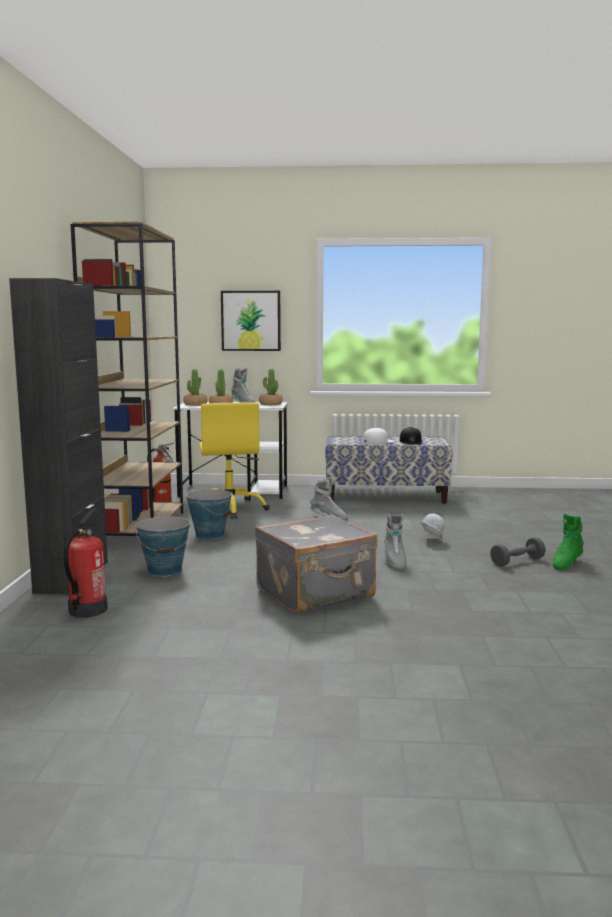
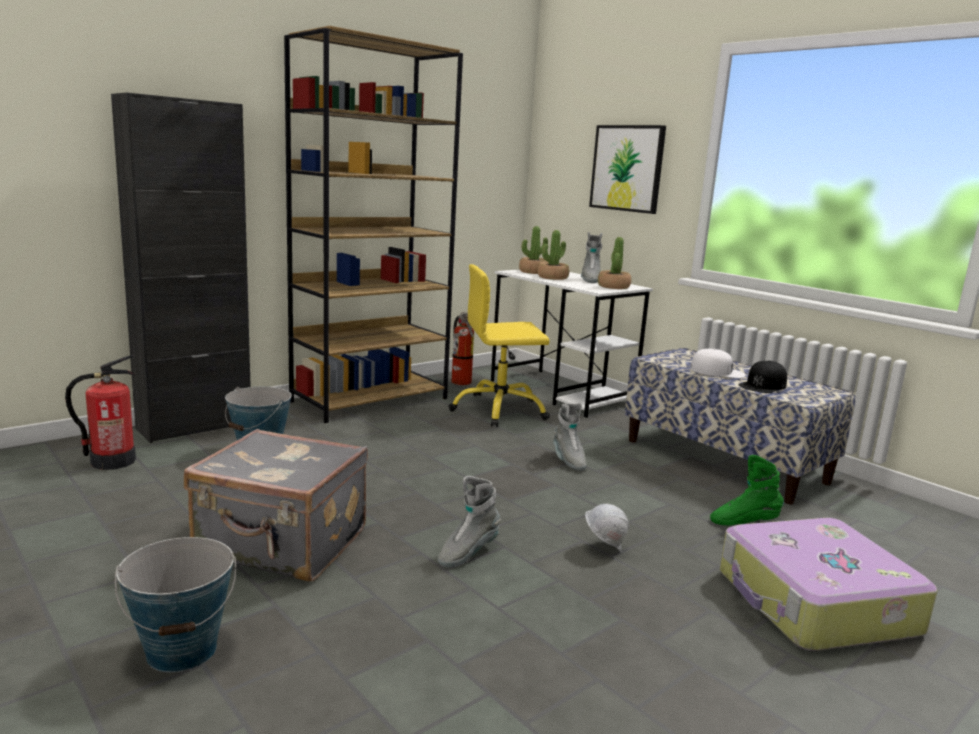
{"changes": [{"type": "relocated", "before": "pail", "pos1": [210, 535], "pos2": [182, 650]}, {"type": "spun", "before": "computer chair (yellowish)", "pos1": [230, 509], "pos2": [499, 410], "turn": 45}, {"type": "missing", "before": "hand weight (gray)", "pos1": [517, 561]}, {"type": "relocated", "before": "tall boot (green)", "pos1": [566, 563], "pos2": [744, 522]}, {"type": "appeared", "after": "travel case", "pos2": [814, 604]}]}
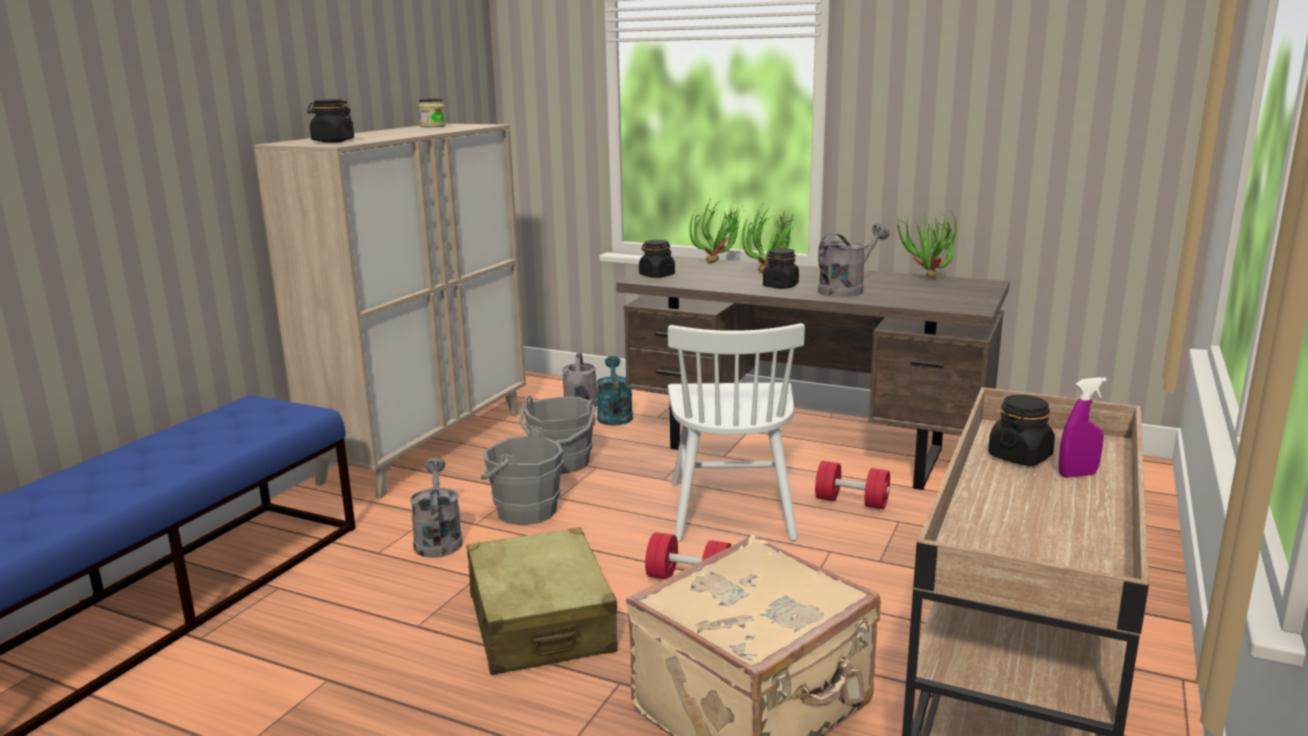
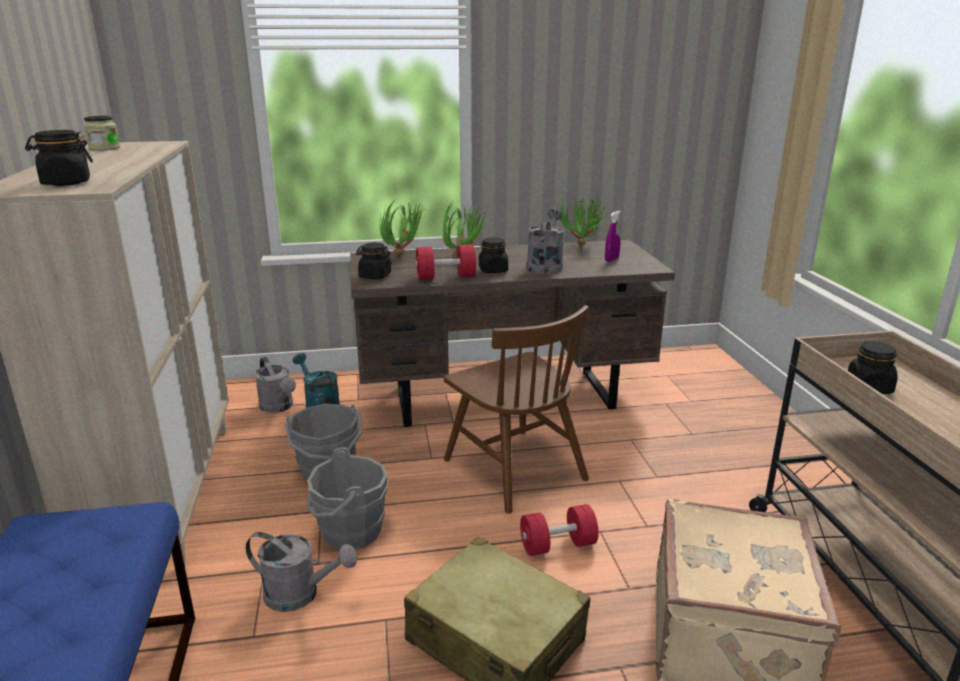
{"changes": [{"type": "spun", "before": "watering pot (gray)", "pos1": [438, 539], "pos2": [300, 595], "turn": 150}, {"type": "colour", "before": "plain chair (white)", "after": "plain chair (brown)", "pos1": [731, 510], "pos2": [514, 469]}, {"type": "relocated", "before": "hand weight (red)", "pos1": [851, 502], "pos2": [446, 277]}, {"type": "relocated", "before": "hand sprayer (purple-coloured)", "pos1": [1077, 474], "pos2": [611, 260]}]}
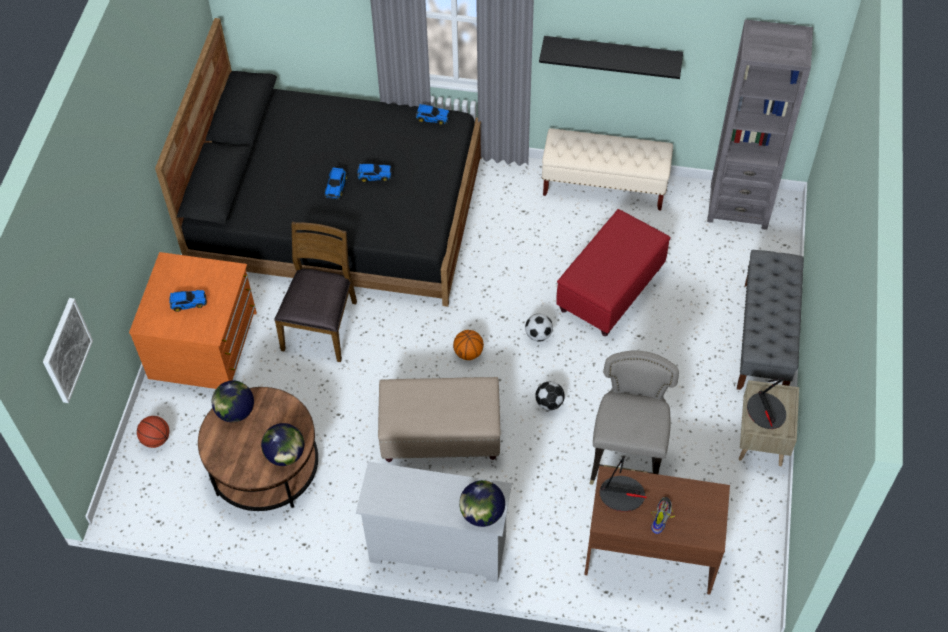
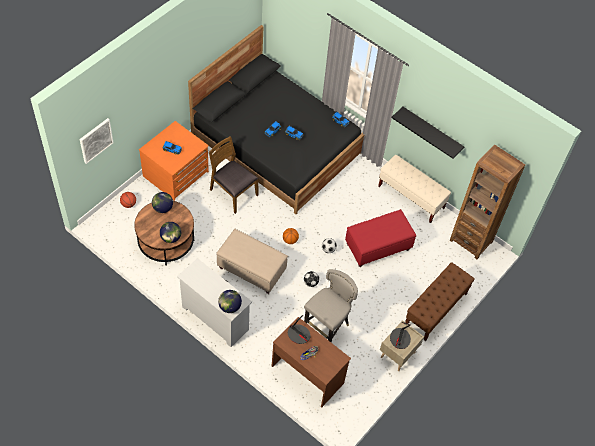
{"changes": [{"type": "spun", "before": "plain chair (brown)", "pos1": [321, 325], "pos2": [233, 192], "turn": -90}, {"type": "colour", "before": "shelving unit (gray)", "after": "shelving unit (brown)", "pos1": [738, 206], "pos2": [471, 241]}, {"type": "colour", "before": "long seat (gray)", "after": "long seat (brown)", "pos1": [764, 338], "pos2": [435, 309]}]}
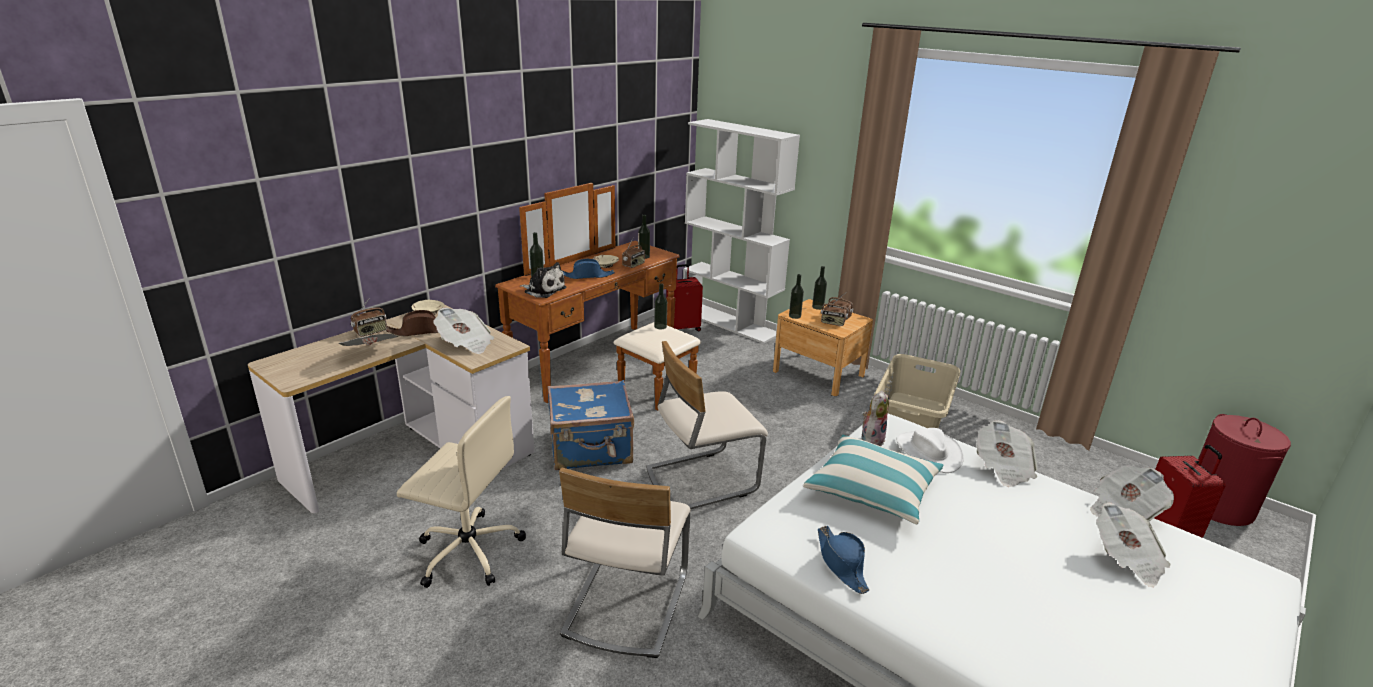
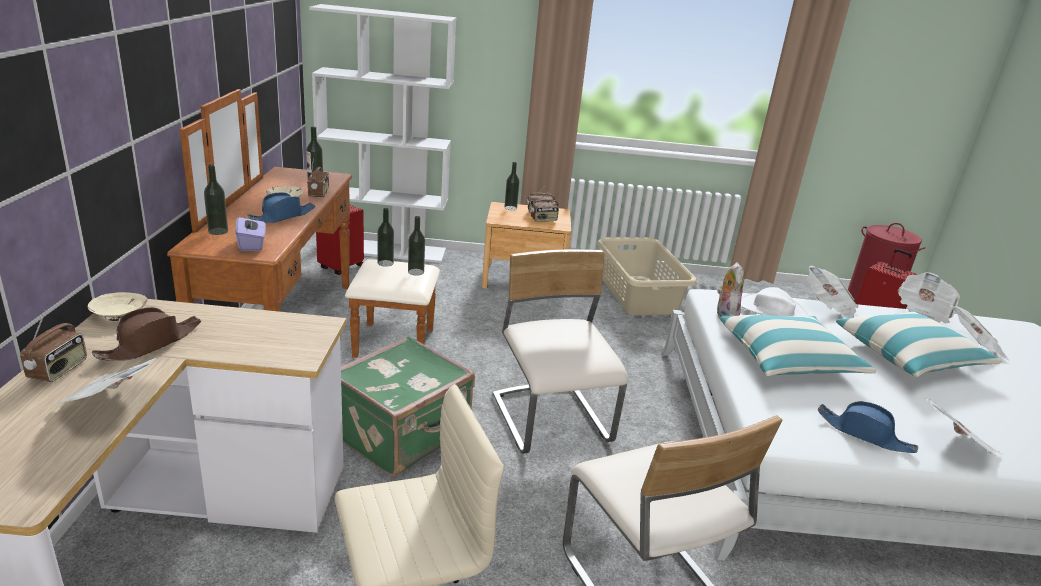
{"changes": [{"type": "relocated", "before": "newspaper", "pos1": [466, 344], "pos2": [956, 445]}, {"type": "exchanged", "before": "plush toy", "after": "box of tissues (purple-coloured)", "pos1": [543, 290], "pos2": [252, 245]}, {"type": "colour", "before": "travel case (bluish)", "after": "travel case (green)", "pos1": [591, 449], "pos2": [403, 435]}, {"type": "spun", "before": "plain chair (beige-coloured)", "pos1": [701, 480], "pos2": [551, 420], "turn": 135}, {"type": "relocated", "before": "bottle", "pos1": [794, 316], "pos2": [416, 272]}, {"type": "appeared", "after": "cushion", "pos2": [908, 356]}]}
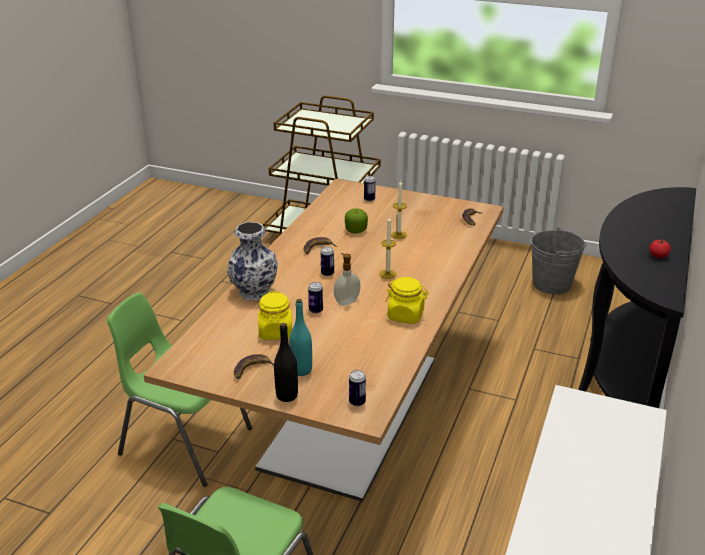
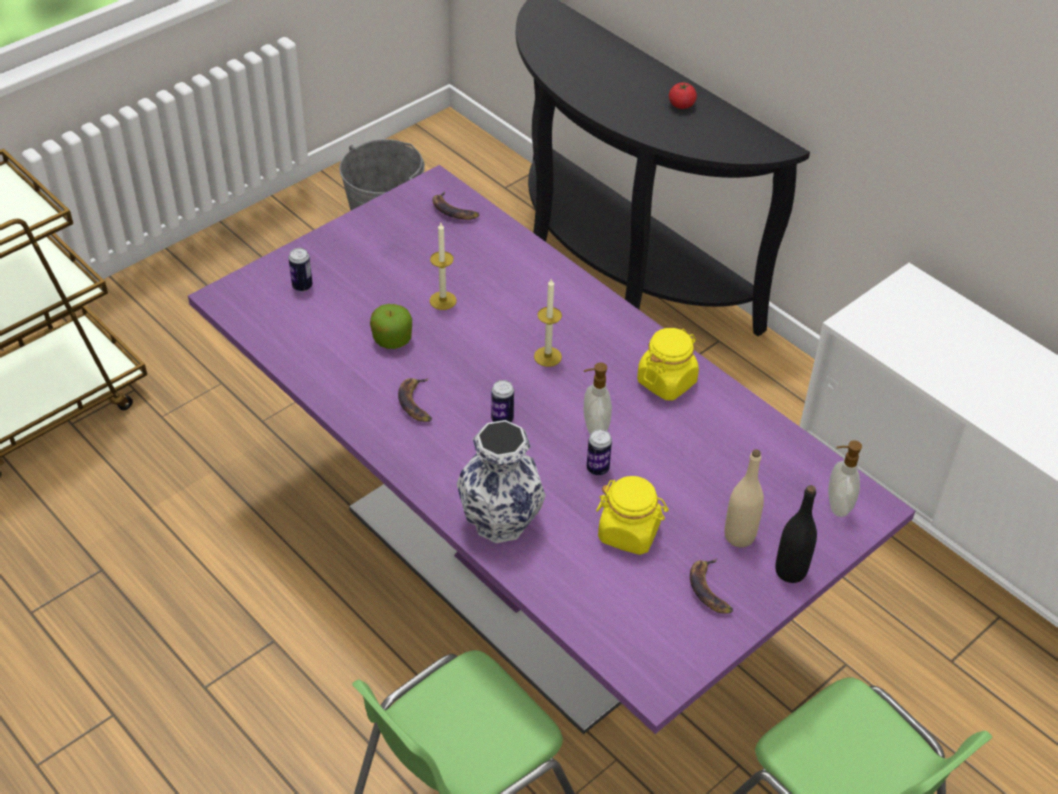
{"changes": [{"type": "colour", "before": "dinner table (beige-coloured)", "after": "dinner table (purple-coloured)", "pos1": [352, 412], "pos2": [523, 571]}, {"type": "colour", "before": "bottle (turquoise-coloured)", "after": "bottle (beige-coloured)", "pos1": [301, 370], "pos2": [739, 536]}, {"type": "exchanged", "before": "metal can", "after": "liquid soap bottle", "pos1": [357, 402], "pos2": [837, 505]}]}
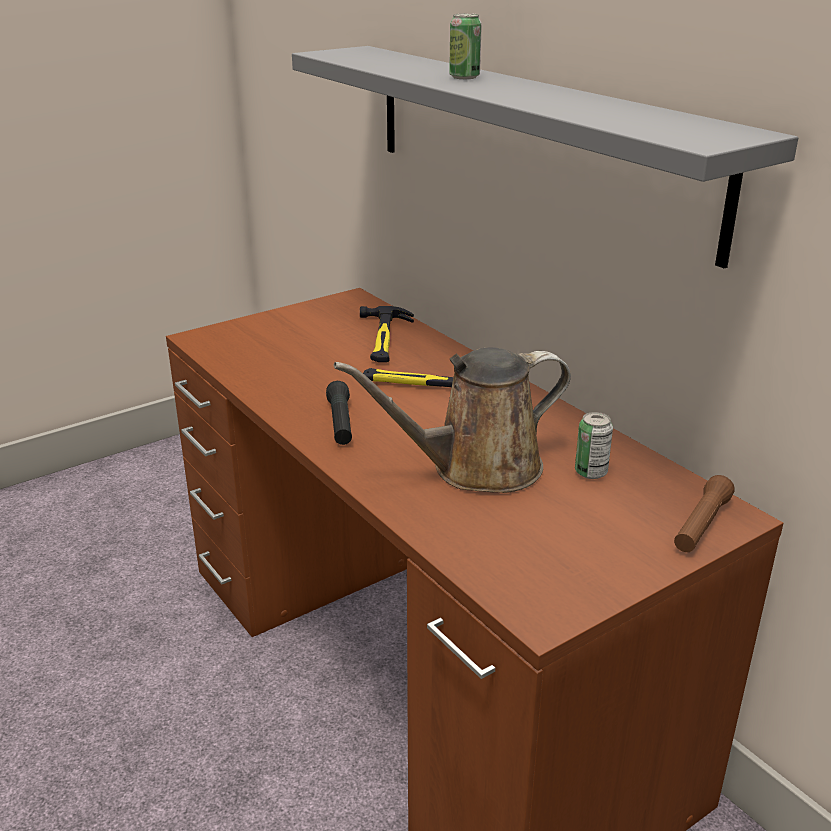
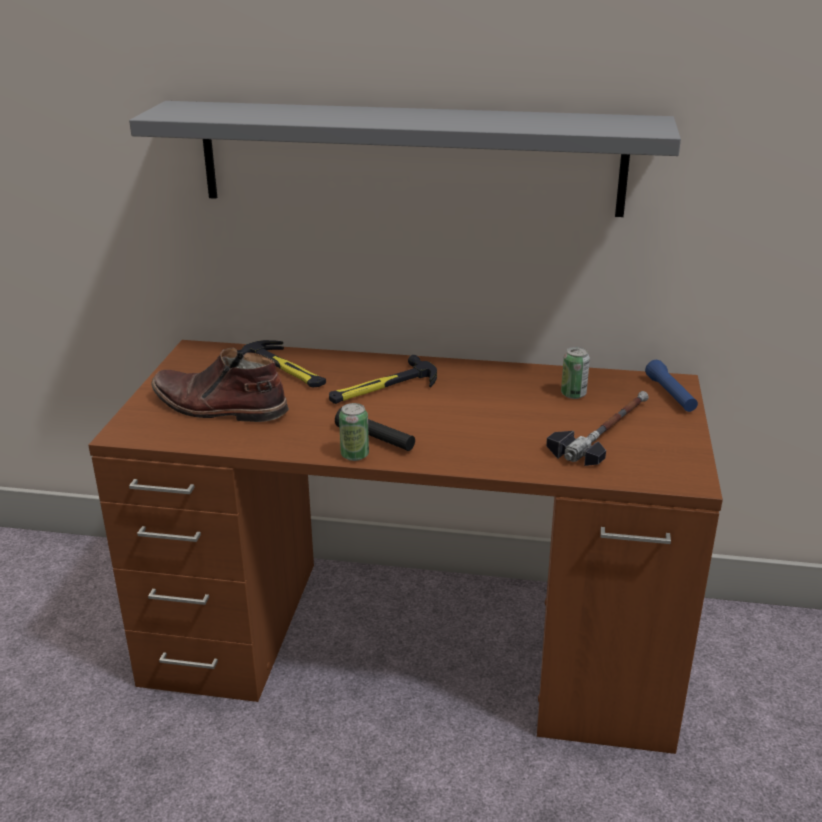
{"changes": [{"type": "missing", "before": "watering pot (brown)", "pos1": [476, 468]}, {"type": "relocated", "before": "metal can", "pos1": [464, 77], "pos2": [354, 455]}, {"type": "colour", "before": "hand torch (brown)", "after": "hand torch (bluish)", "pos1": [701, 525], "pos2": [670, 395]}, {"type": "appeared", "after": "tall boot (brown)", "pos2": [218, 407]}, {"type": "appeared", "after": "hand hammer", "pos2": [605, 432]}]}
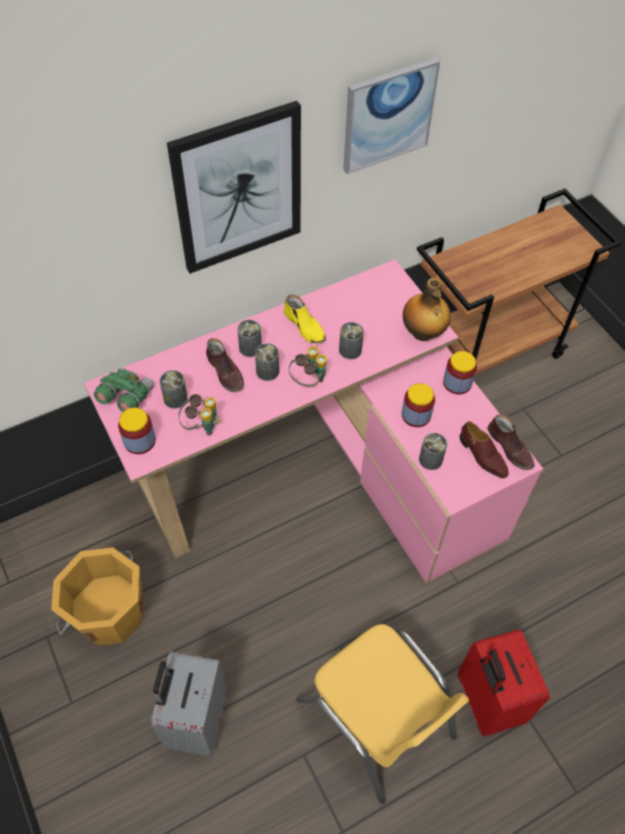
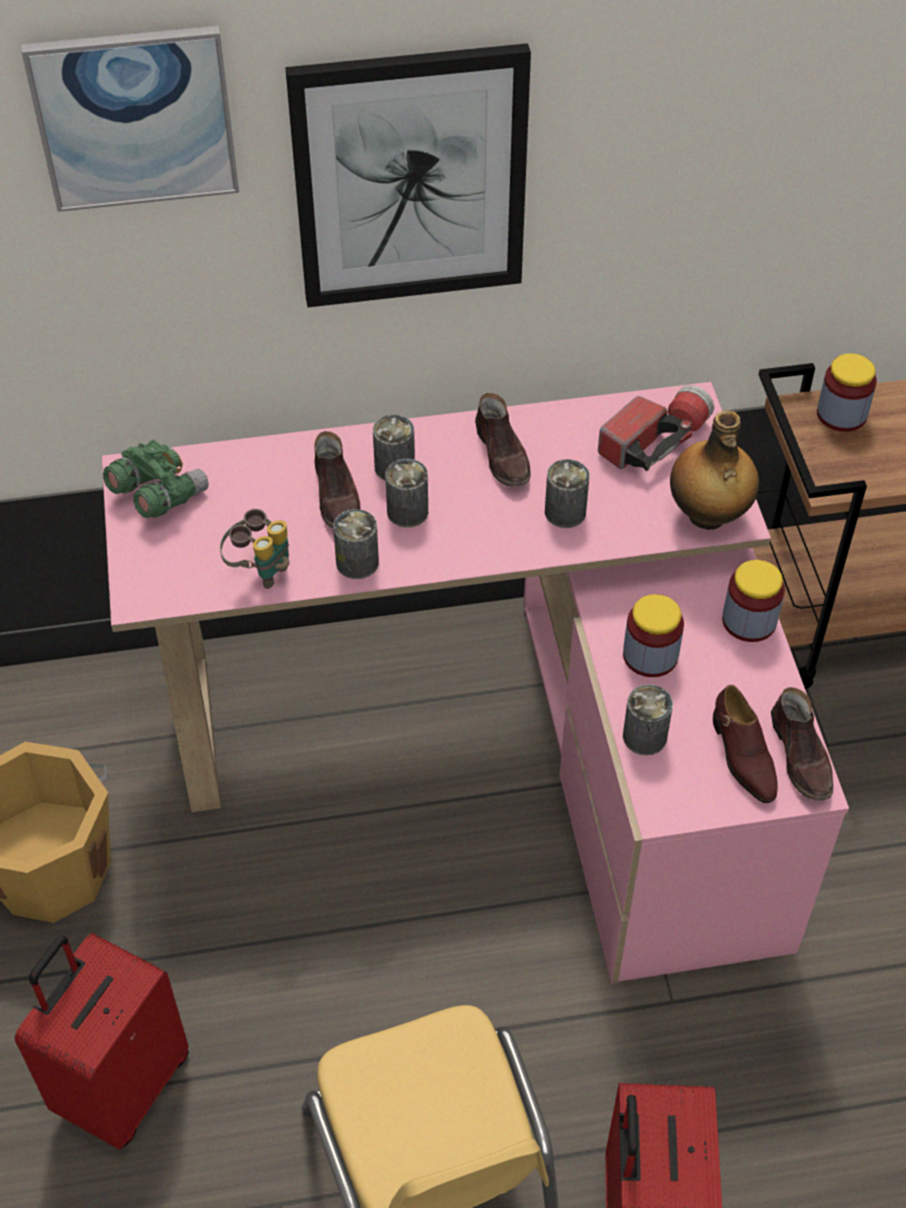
{"changes": [{"type": "relocated", "before": "storage jar", "pos1": [139, 441], "pos2": [841, 414]}, {"type": "colour", "before": "travel case (gray)", "after": "travel case (red)", "pos1": [195, 719], "pos2": [121, 1085]}, {"type": "relocated", "before": "metal can", "pos1": [175, 398], "pos2": [357, 562]}, {"type": "colour", "before": "low shoe (yellowish)", "after": "low shoe (brown)", "pos1": [305, 326], "pos2": [503, 455]}, {"type": "missing", "before": "binoculars", "pos1": [309, 381]}, {"type": "relocated", "before": "wall art", "pos1": [388, 115], "pos2": [135, 118]}, {"type": "appeared", "after": "hand torch", "pos2": [654, 440]}]}
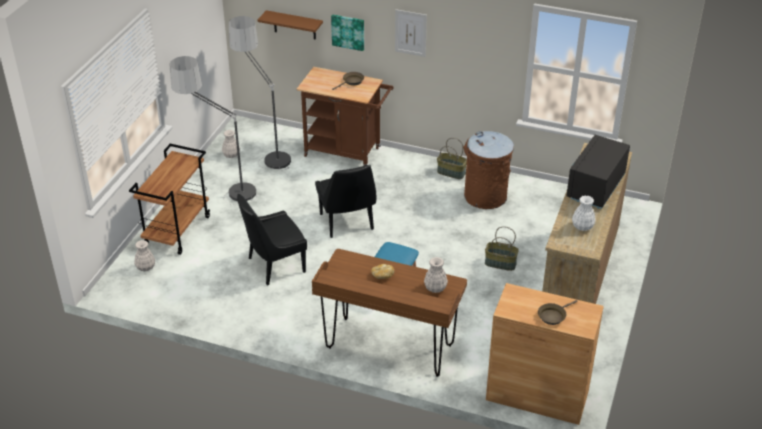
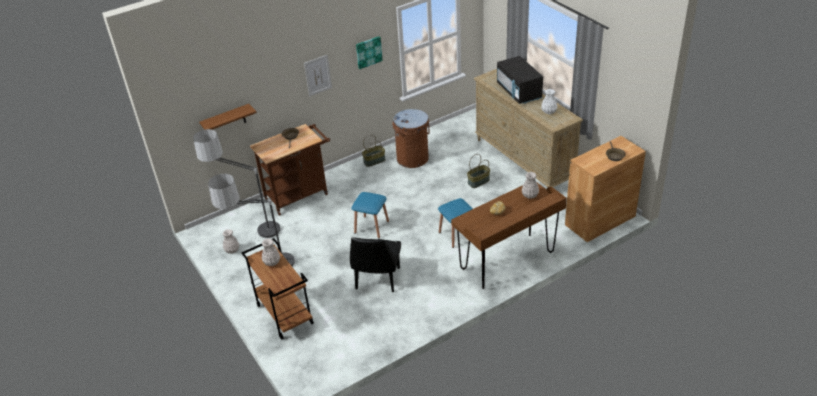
{"changes": [{"type": "relocated", "before": "vase (white)", "pos1": [146, 267], "pos2": [272, 262]}, {"type": "exchanged", "before": "plain chair (blackish)", "after": "stool seat (bluish)", "pos1": [347, 223], "pos2": [371, 227]}, {"type": "relocated", "before": "wall art", "pos1": [348, 31], "pos2": [368, 52]}]}
